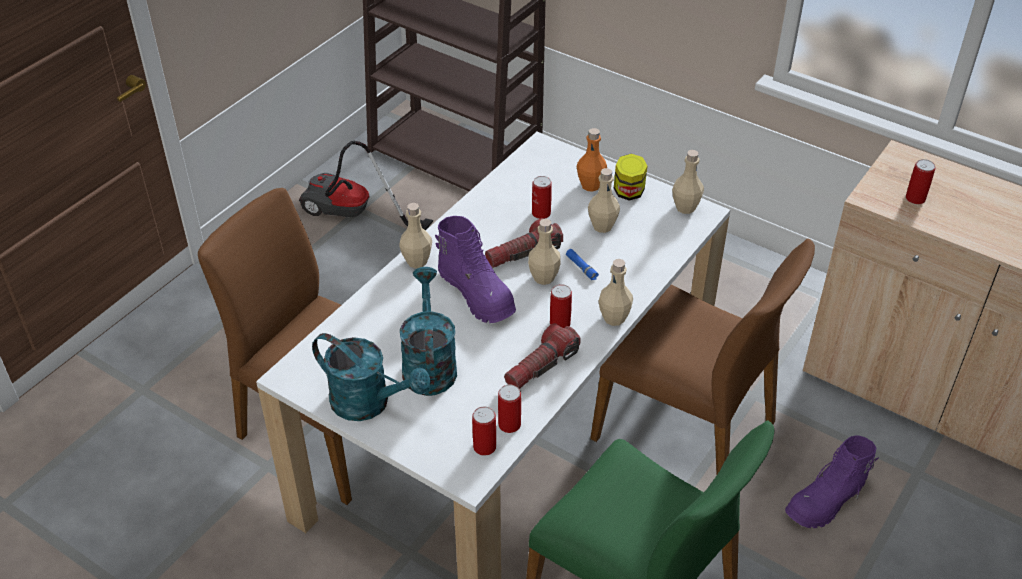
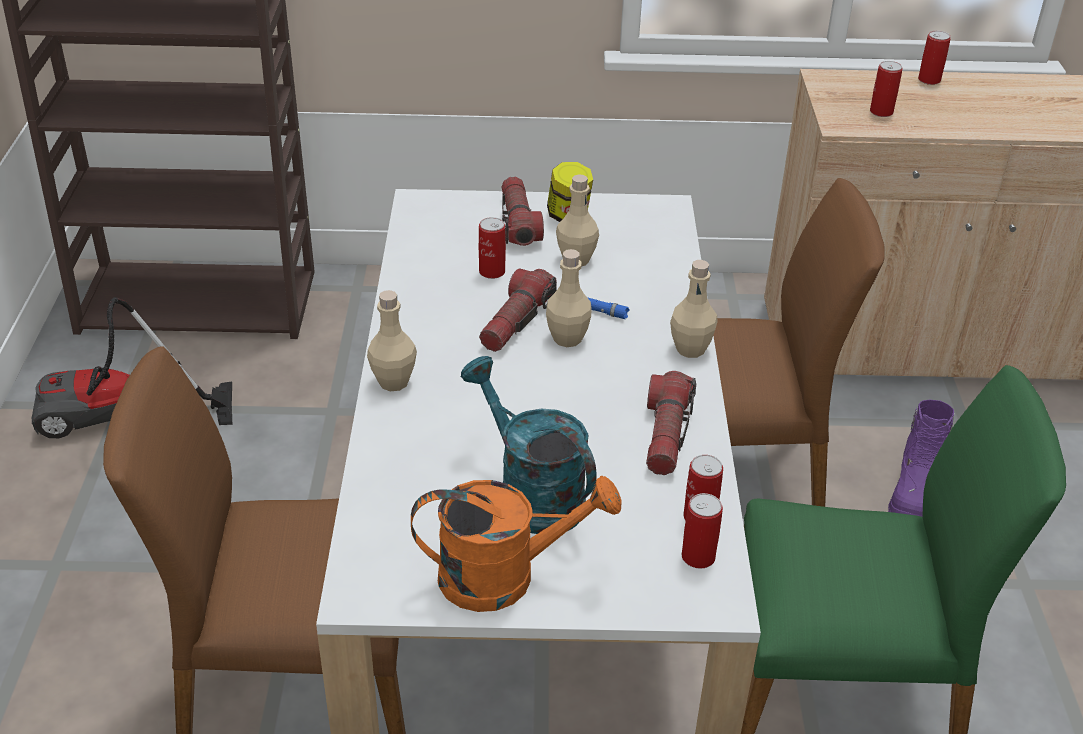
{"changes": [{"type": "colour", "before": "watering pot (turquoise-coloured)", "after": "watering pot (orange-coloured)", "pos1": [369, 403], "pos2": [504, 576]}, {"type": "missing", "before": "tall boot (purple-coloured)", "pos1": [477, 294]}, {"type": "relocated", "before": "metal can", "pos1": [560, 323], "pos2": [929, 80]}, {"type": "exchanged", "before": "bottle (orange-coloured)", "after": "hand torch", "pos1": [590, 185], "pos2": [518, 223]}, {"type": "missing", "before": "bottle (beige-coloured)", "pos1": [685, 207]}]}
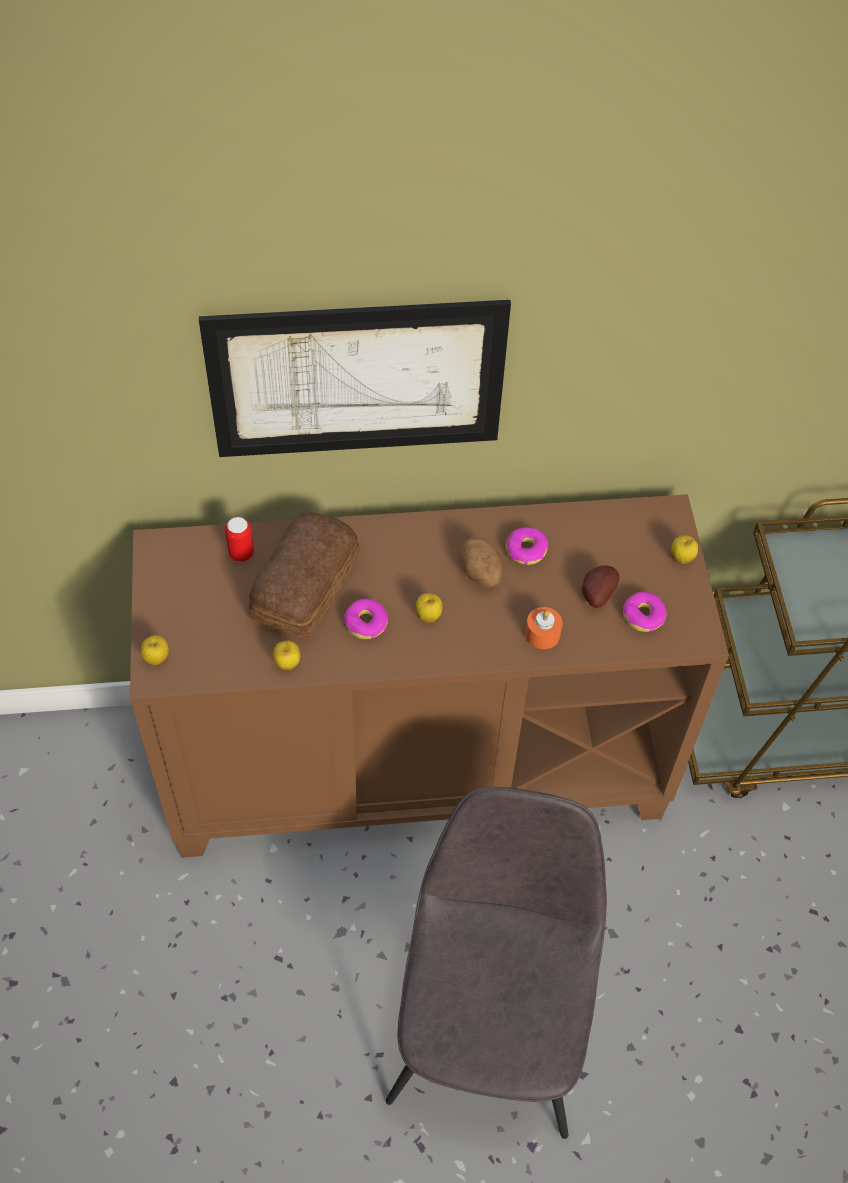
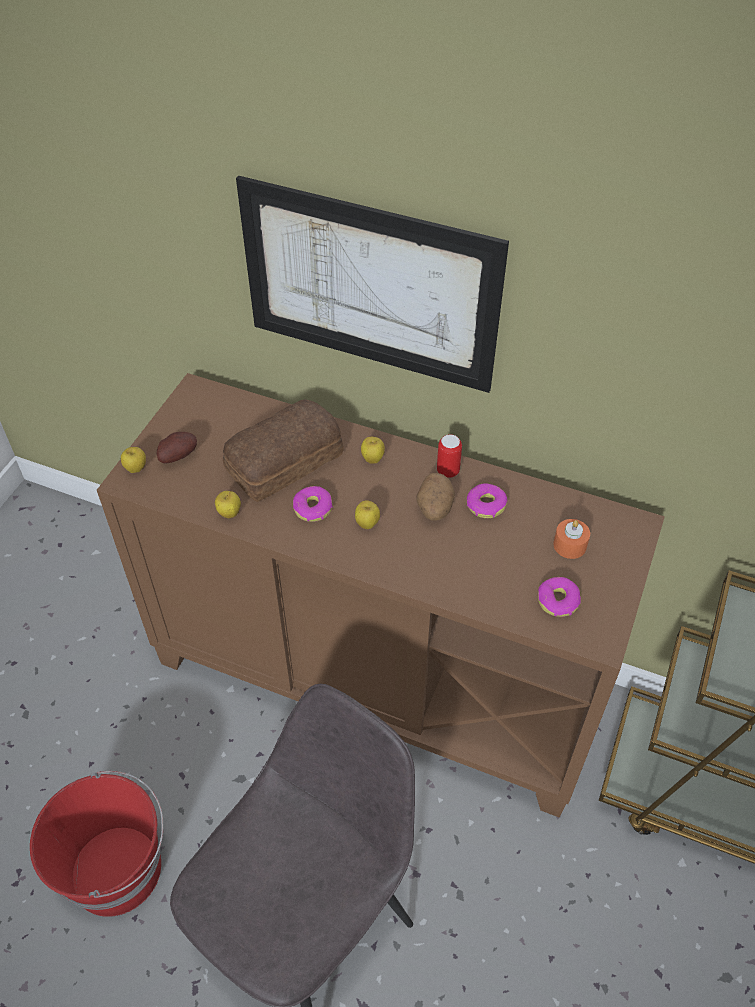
{"changes": [{"type": "relocated", "before": "metal can", "pos1": [241, 553], "pos2": [448, 471]}, {"type": "relocated", "before": "candle (orange-coloured)", "pos1": [542, 634], "pos2": [570, 545]}, {"type": "relocated", "before": "spud", "pos1": [596, 594], "pos2": [177, 456]}, {"type": "relocated", "before": "apple", "pos1": [681, 558], "pos2": [373, 459]}, {"type": "appeared", "after": "pail (red)", "pos2": [118, 868]}]}
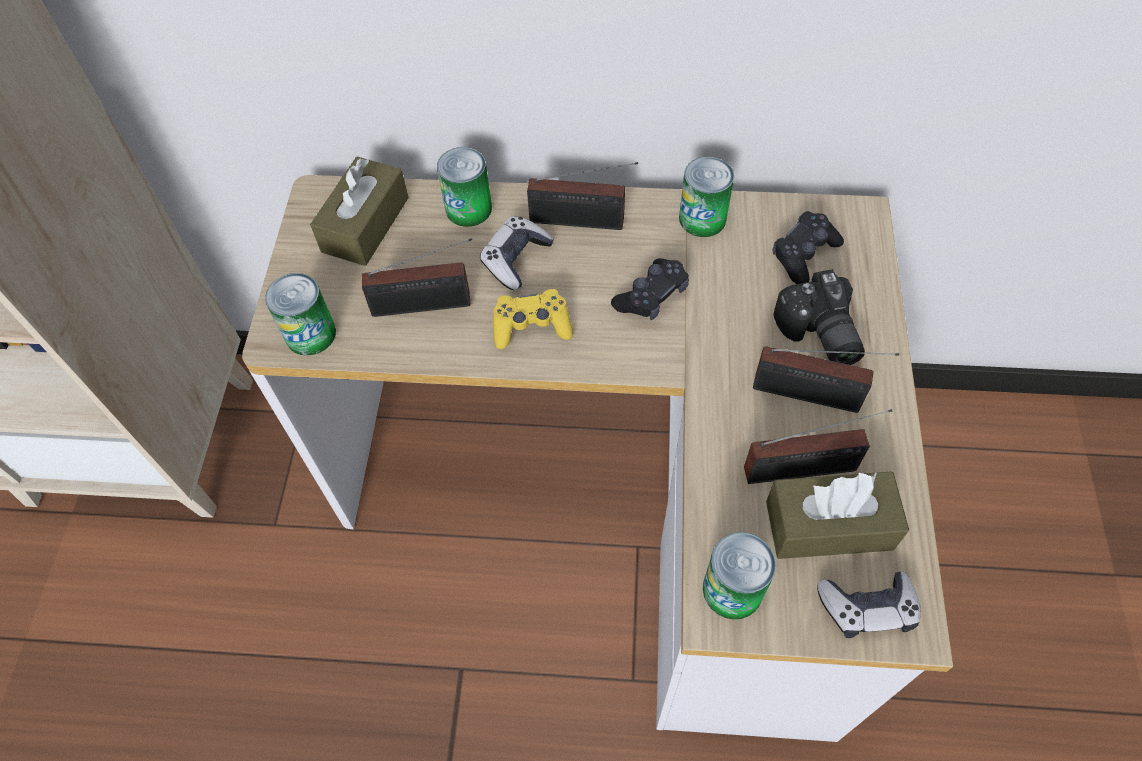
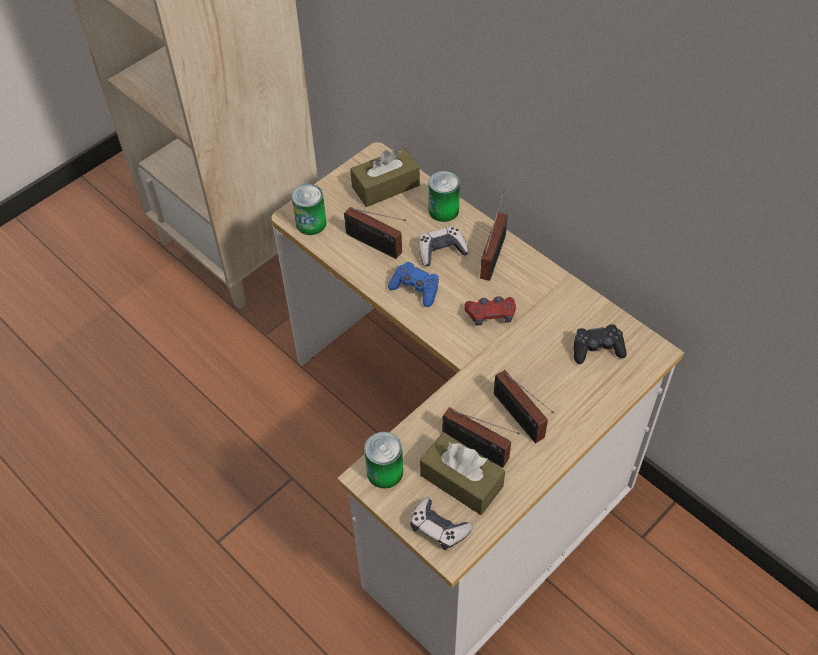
{"changes": [{"type": "colour", "before": "game controller (yellowish)", "after": "game controller (bluish)", "pos1": [531, 326], "pos2": [415, 289]}, {"type": "spun", "before": "radio receiver", "pos1": [582, 222], "pos2": [494, 254], "turn": -120}, {"type": "colour", "before": "game controller (blackish)", "after": "game controller (red)", "pos1": [651, 296], "pos2": [491, 315]}, {"type": "missing", "before": "metal can", "pos1": [702, 218]}, {"type": "missing", "before": "photo camera", "pos1": [818, 336]}]}
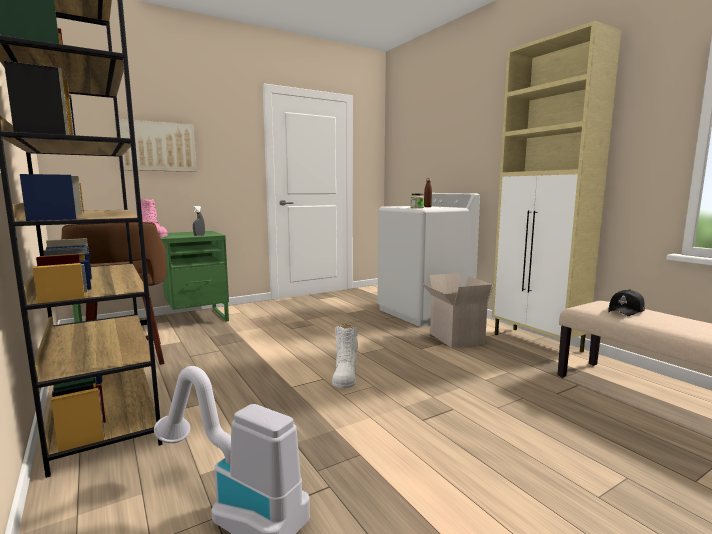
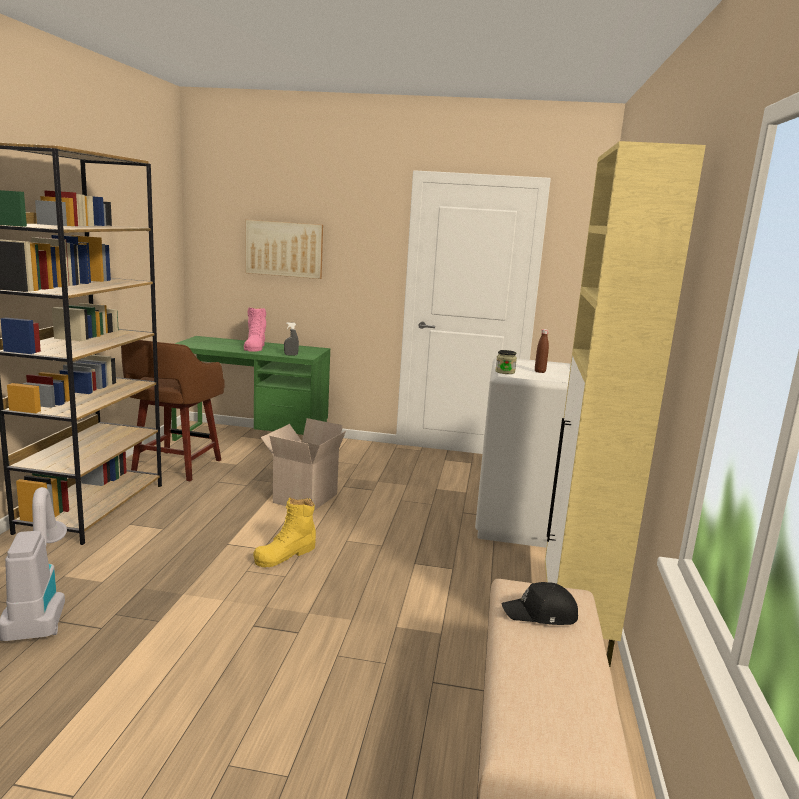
{"changes": [{"type": "colour", "before": "tall boot (white)", "after": "tall boot (yellowish)", "pos1": [345, 375], "pos2": [285, 554]}, {"type": "relocated", "before": "carton", "pos1": [454, 338], "pos2": [304, 497]}]}
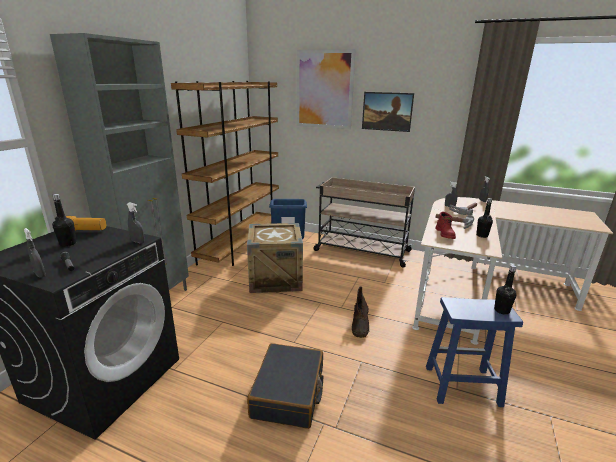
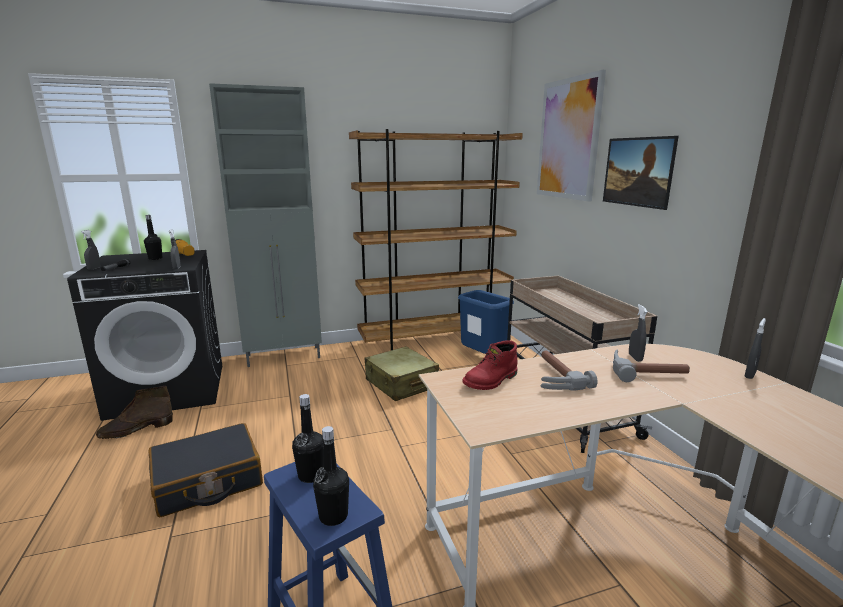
{"changes": [{"type": "exchanged", "before": "crate", "after": "travel case (beige-coloured)", "pos1": [275, 278], "pos2": [401, 384]}, {"type": "relocated", "before": "tall boot (brown)", "pos1": [360, 324], "pos2": [136, 429]}, {"type": "relocated", "before": "bottle (blackish)", "pos1": [482, 235], "pos2": [311, 475]}]}
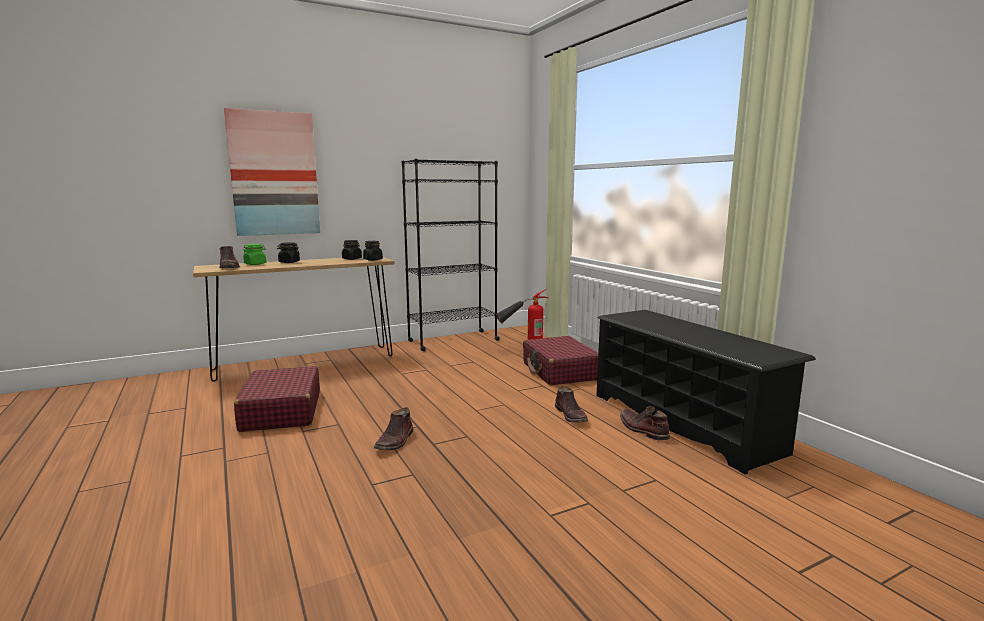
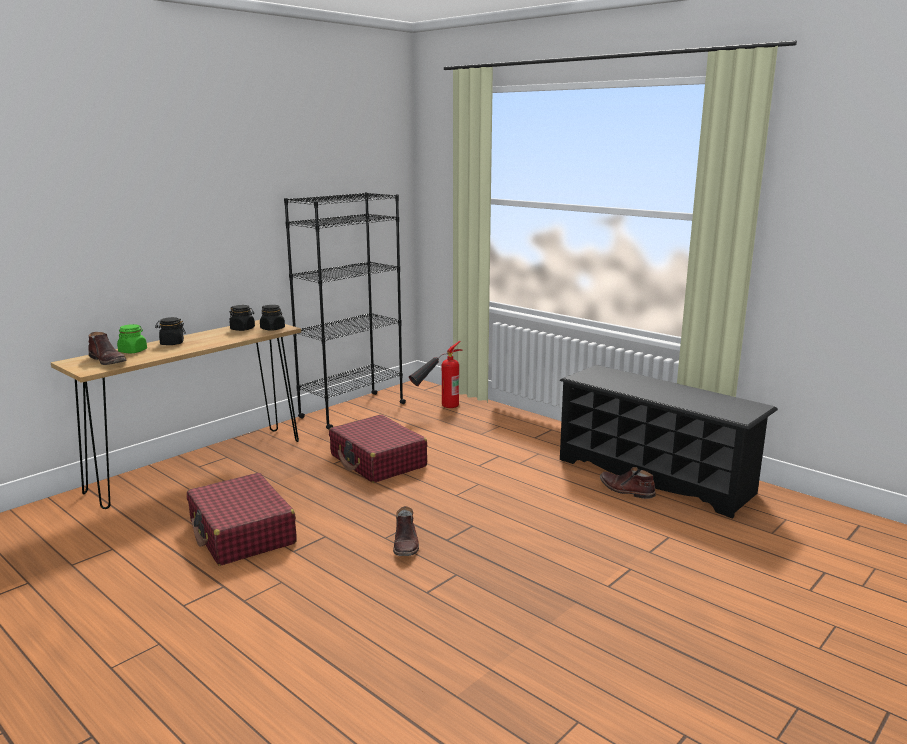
{"changes": [{"type": "missing", "before": "wall art", "pos1": [274, 174]}, {"type": "relocated", "before": "travel case (red)", "pos1": [560, 371], "pos2": [378, 461]}, {"type": "missing", "before": "tall boot (brown)", "pos1": [571, 415]}]}
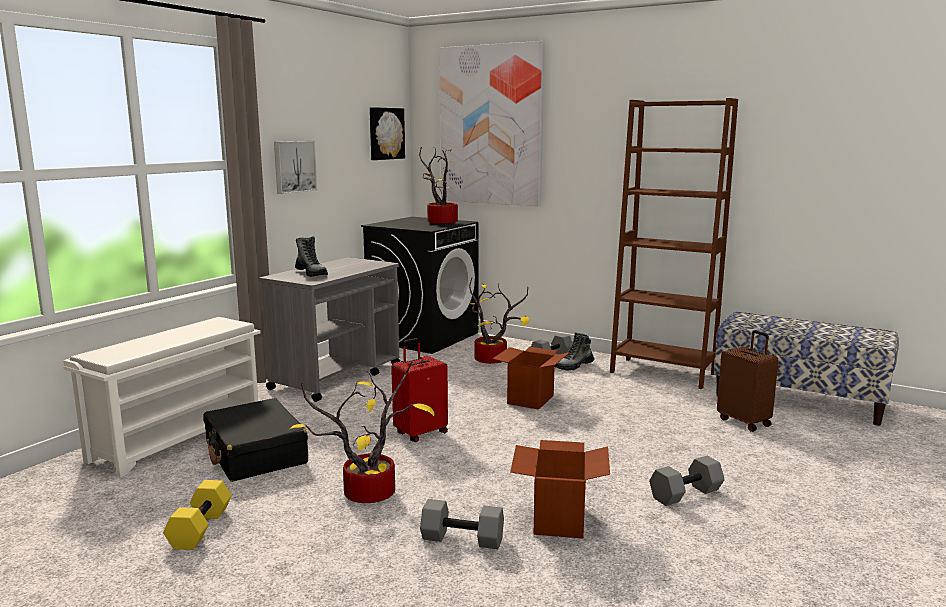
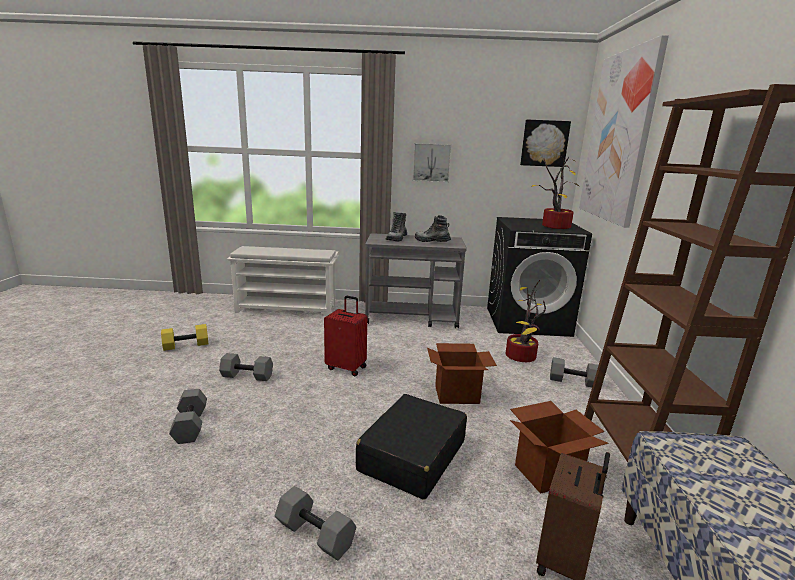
{"changes": [{"type": "relocated", "before": "travel case (blackish)", "pos1": [256, 454], "pos2": [412, 456]}, {"type": "exchanged", "before": "houseplant", "after": "hand weight (gray)", "pos1": [371, 491], "pos2": [248, 376]}, {"type": "relocated", "before": "carton", "pos1": [559, 520], "pos2": [548, 473]}, {"type": "relocated", "before": "tall boot", "pos1": [574, 366], "pos2": [432, 241]}]}
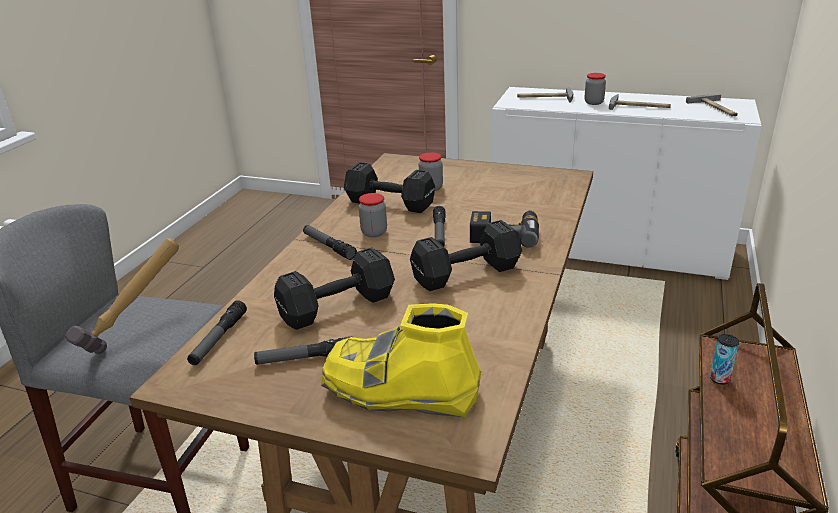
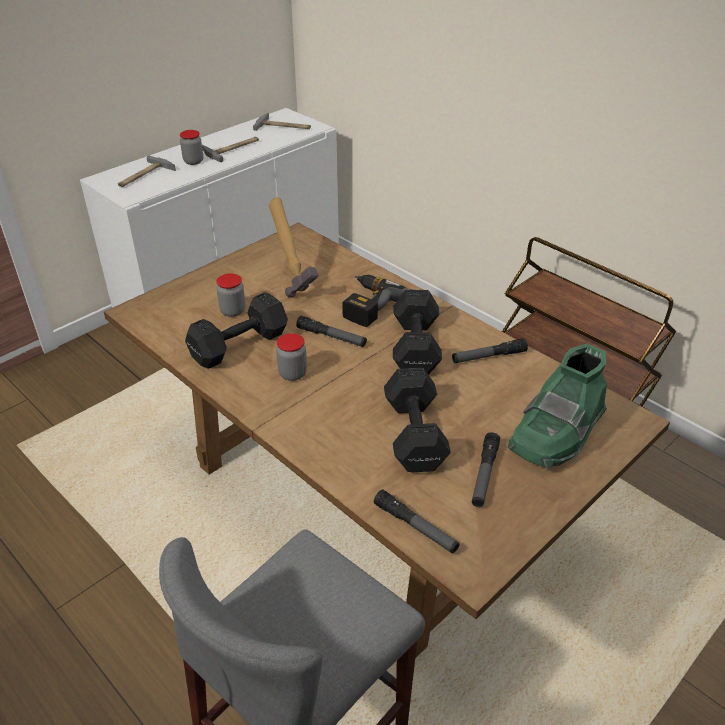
{"changes": [{"type": "relocated", "before": "hand hammer", "pos1": [140, 342], "pos2": [295, 280]}, {"type": "relocated", "before": "hand torch", "pos1": [329, 246], "pos2": [488, 356]}, {"type": "colour", "before": "tall boot (yellowish)", "after": "tall boot (green)", "pos1": [400, 390], "pos2": [557, 433]}, {"type": "missing", "before": "metal can", "pos1": [719, 379]}]}
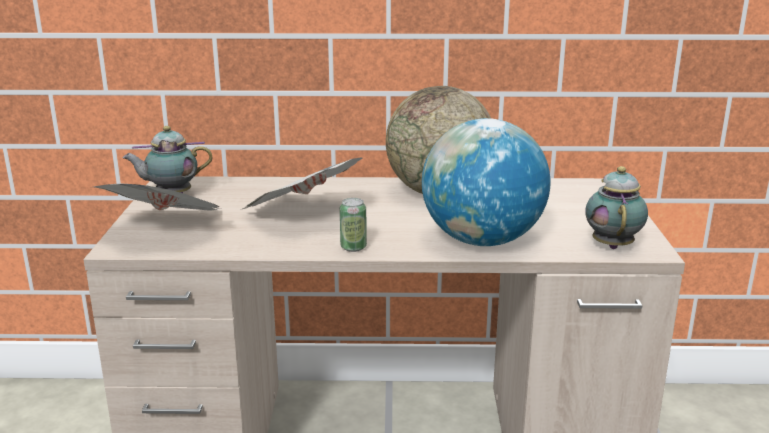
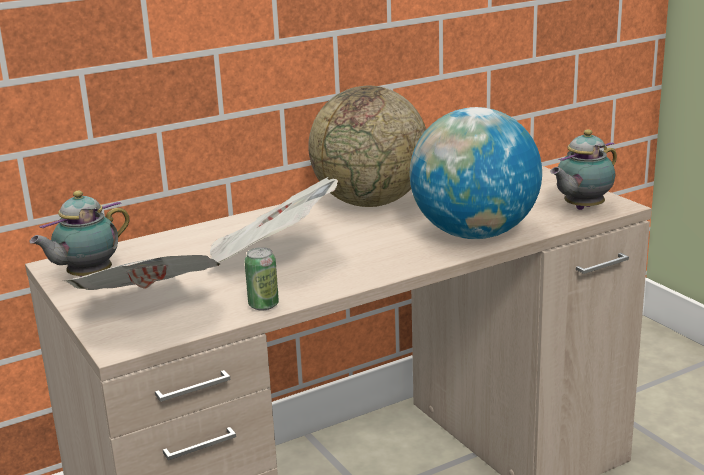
{"changes": [{"type": "relocated", "before": "metal can", "pos1": [353, 247], "pos2": [263, 305]}, {"type": "spun", "before": "teapot", "pos1": [612, 244], "pos2": [581, 208], "turn": -105}]}
